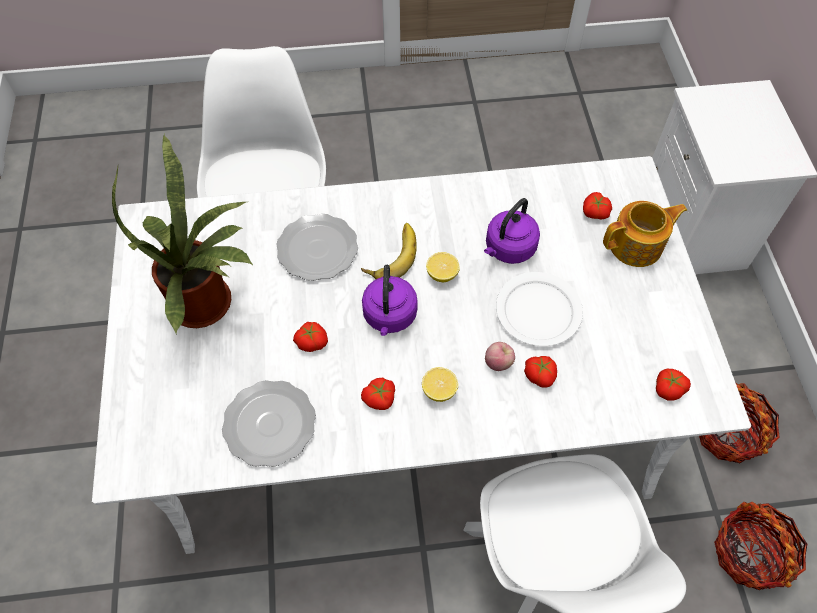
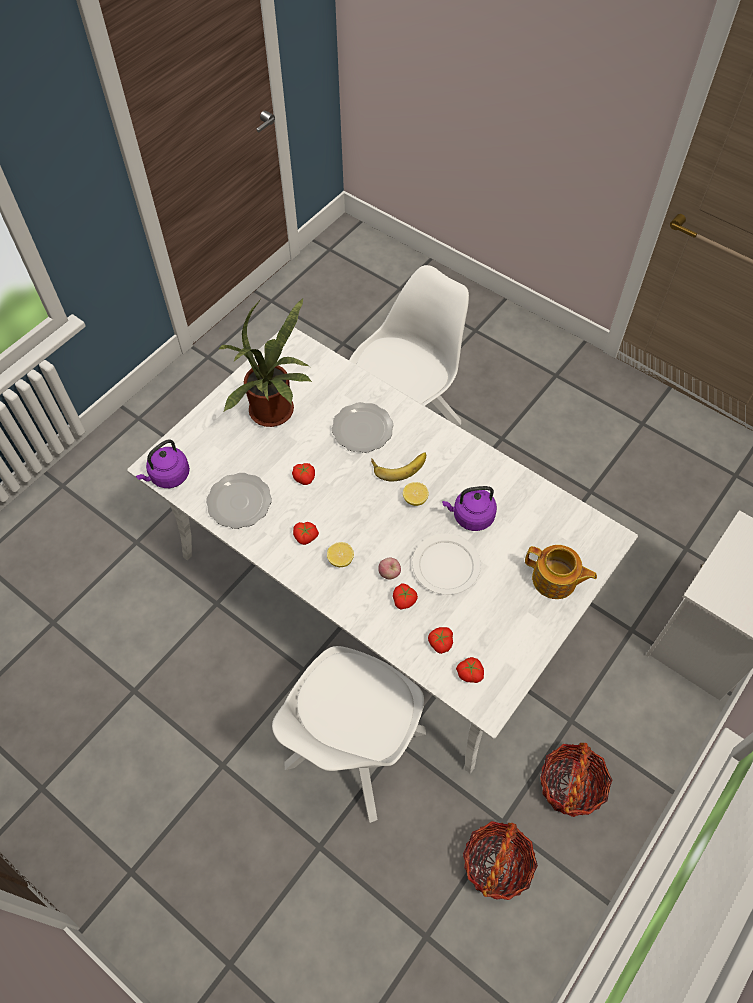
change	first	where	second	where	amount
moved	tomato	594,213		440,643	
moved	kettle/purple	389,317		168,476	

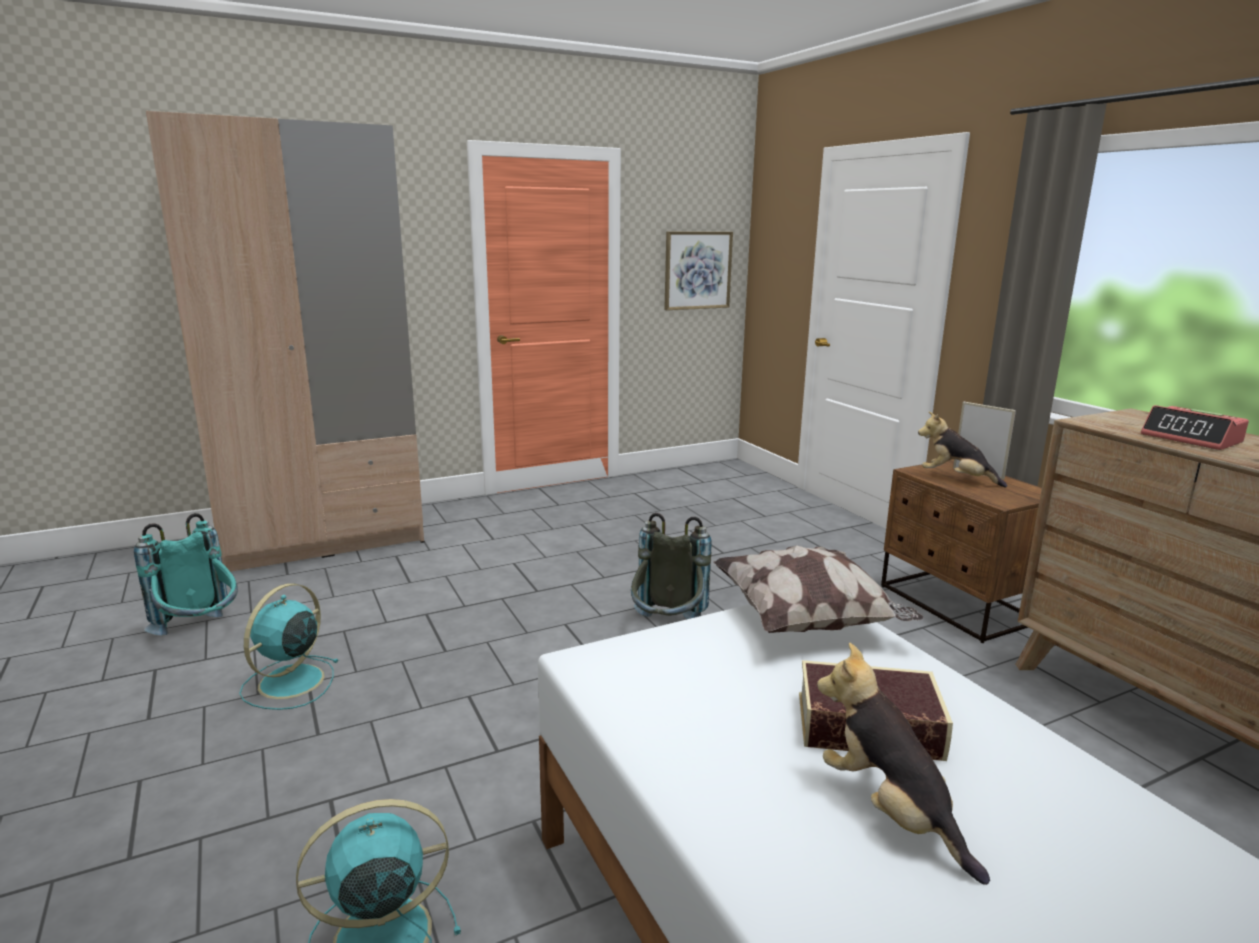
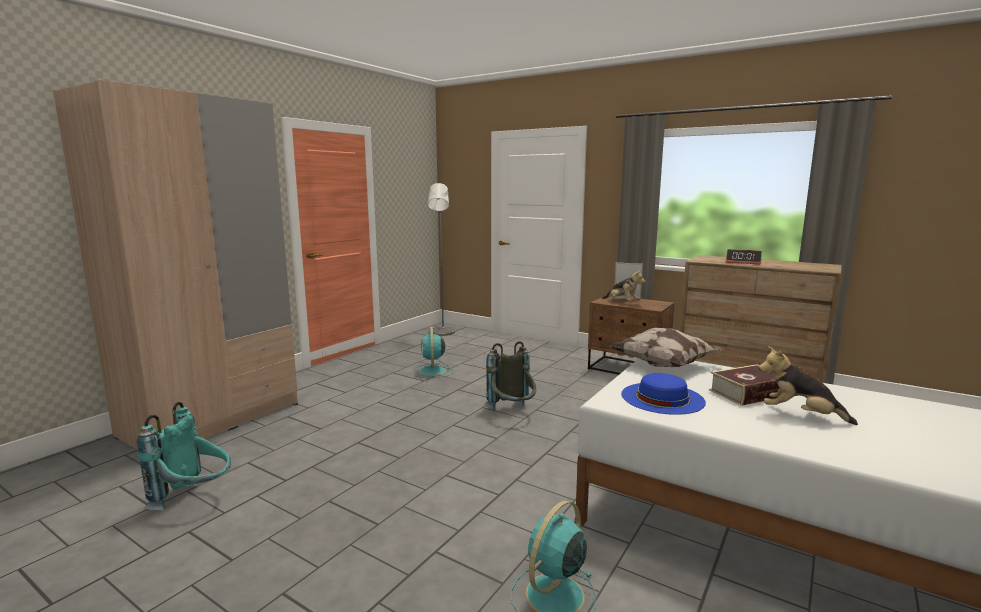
change	first	where	second	where	amount
removed	picture	697,270			
turned	plush toy	956,479		622,302	135 degrees counterclockwise
moved	fan/turquoise	289,683		432,371	
added			floor lamp/grey	442,333	
added			hat/blue	662,398	

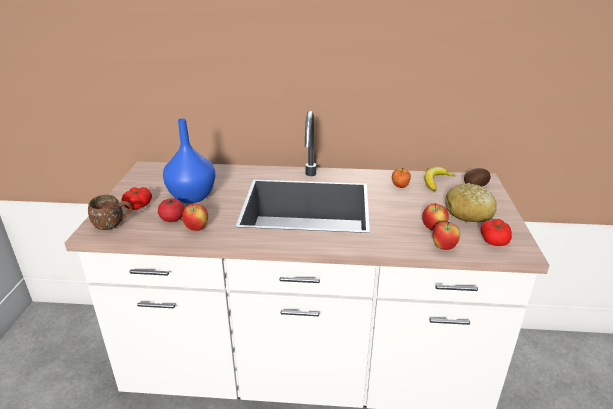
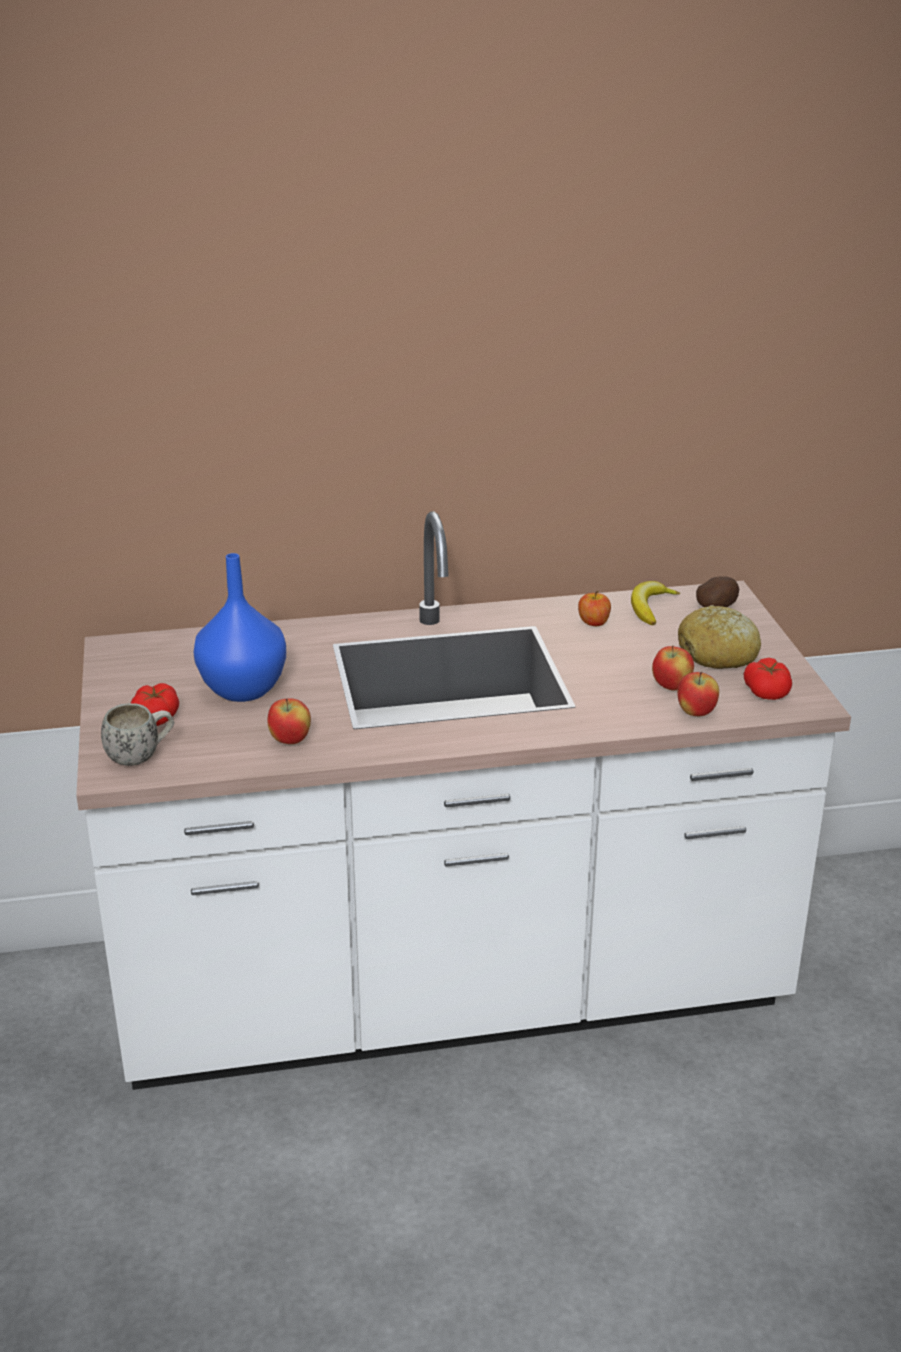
change	first	where	second	where	amount
recoloured	mug/brown	114,225	mug/white	141,756	
removed	tomato	172,219			

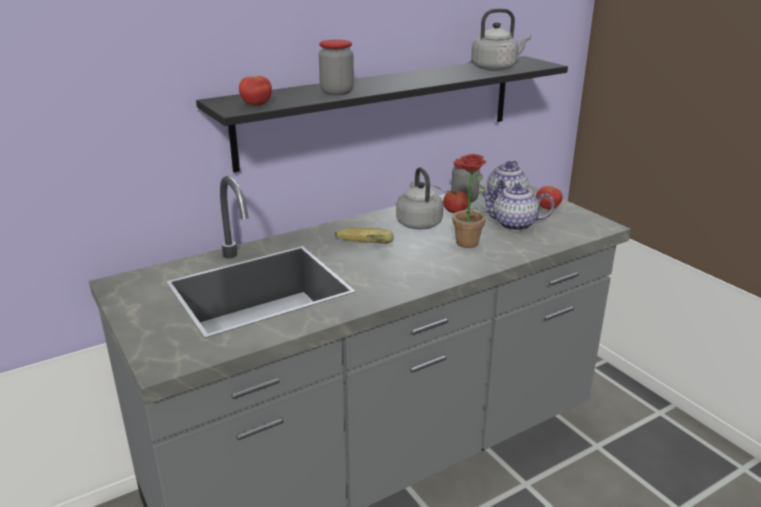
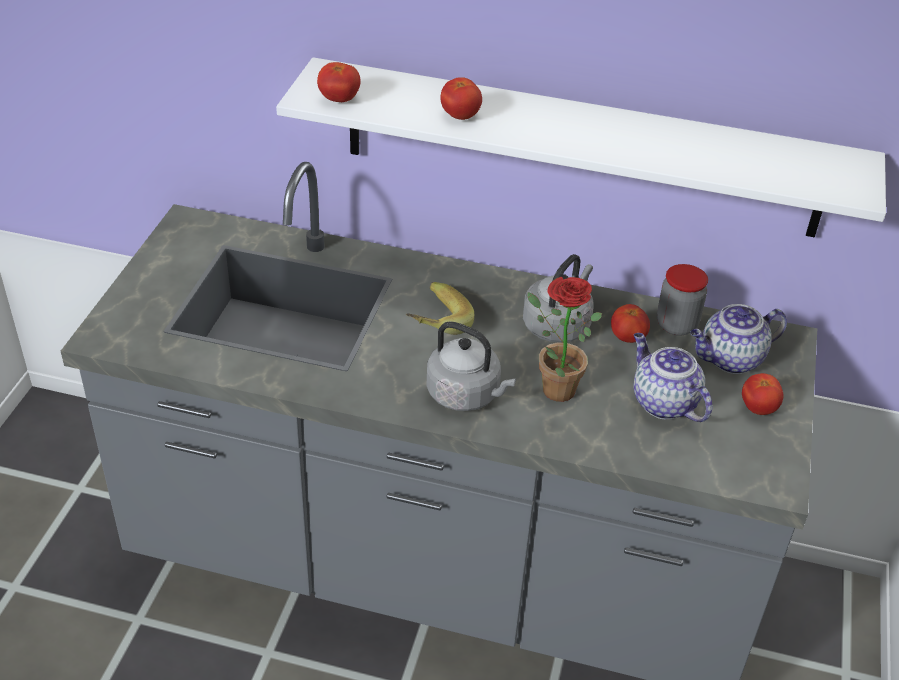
change	first	where	second	where	amount
moved	kettle/grey	496,68		466,395	
replaced	jar	337,92	tomato	460,116	
recoloured	shelf/black	381,109	shelf/white	580,148	

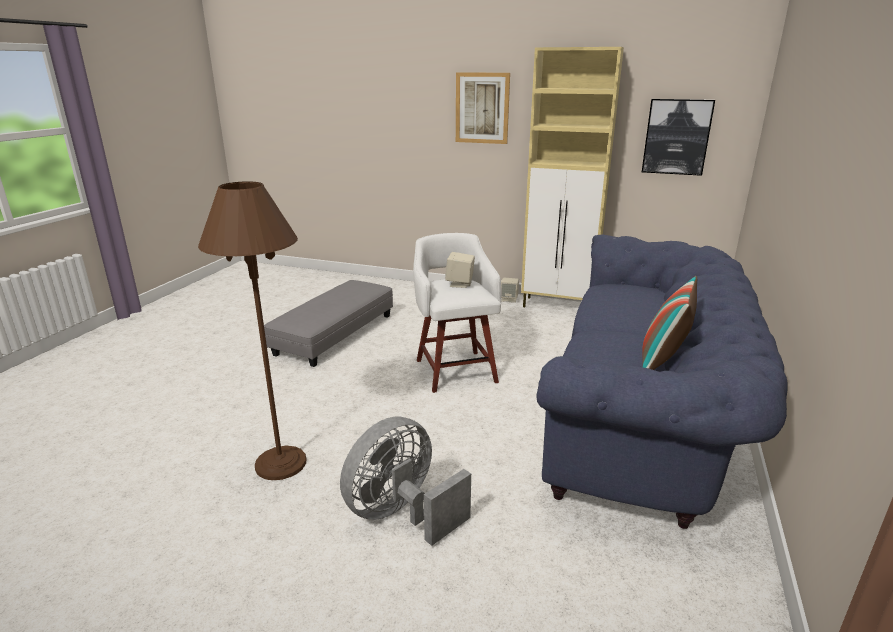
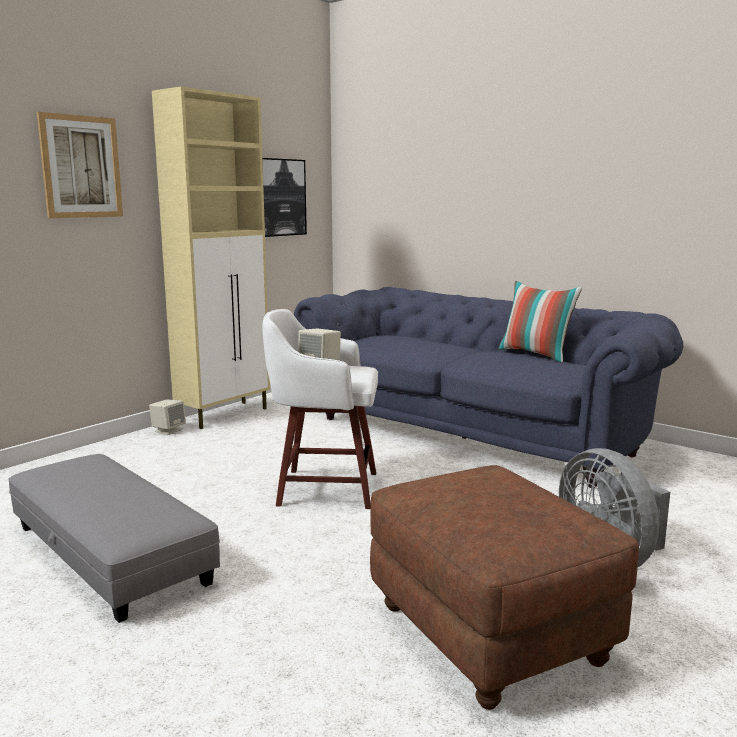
change	first	where	second	where	amount
replaced	floor lamp/brown	280,463	ottoman/brown	488,633	

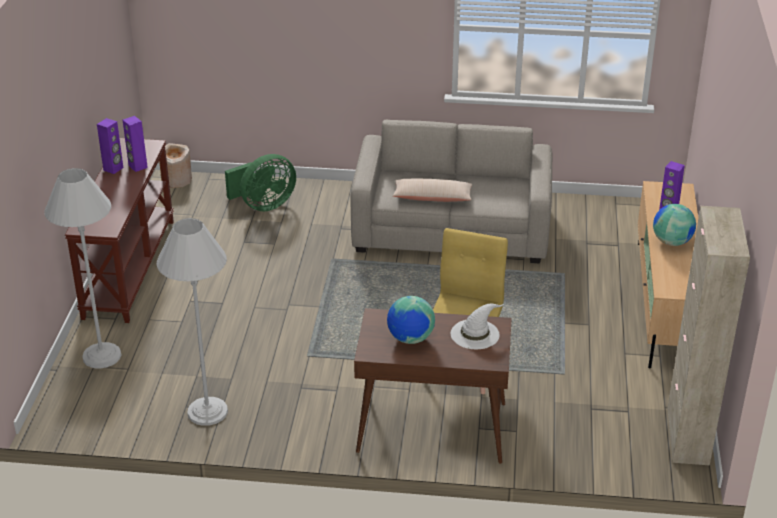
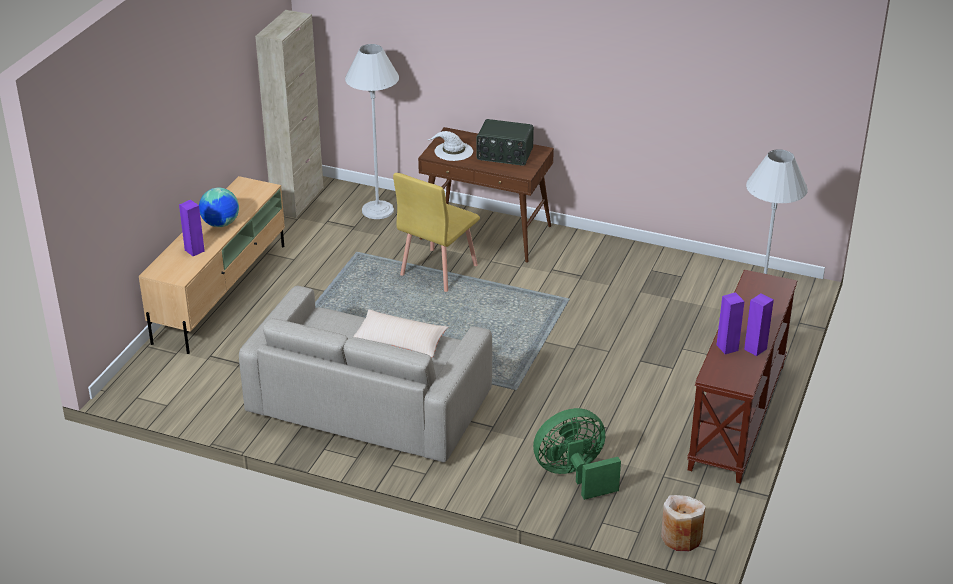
change	first	where	second	where	amount
moved	floor lamp/white	207,412		378,210	
replaced	globe	410,338	radio	504,155	

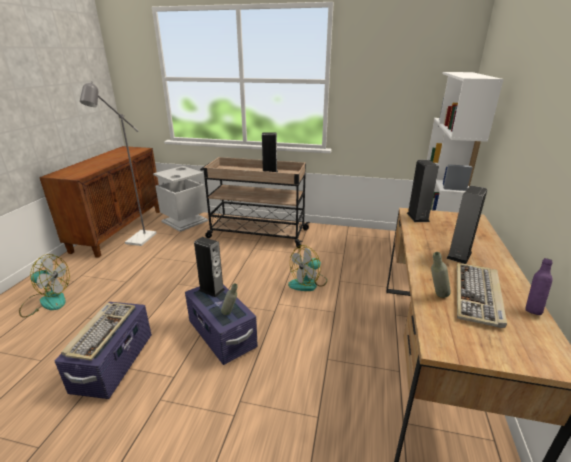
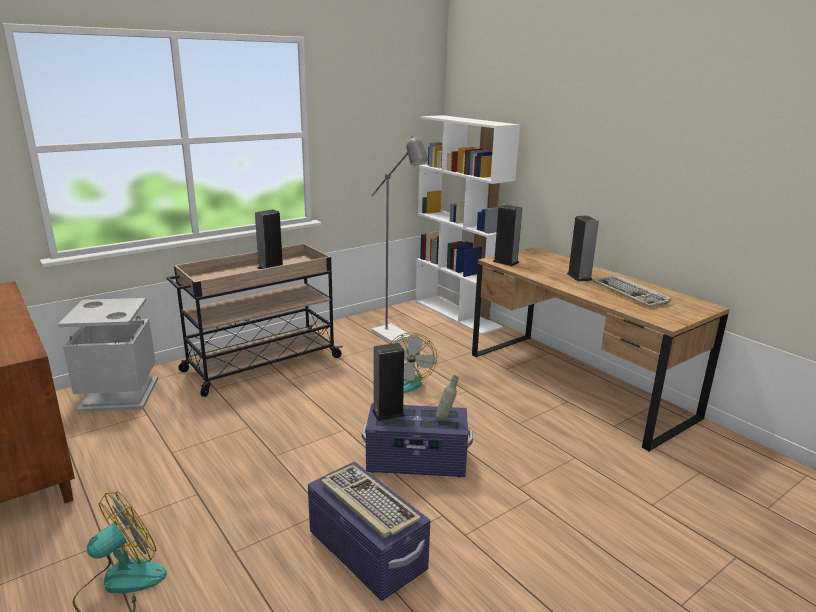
change	first	where	second	where	amount
moved	floor lamp/grey	138,241		396,337	
removed	bottle/grey	436,296			
removed	bottle/purple	531,310			

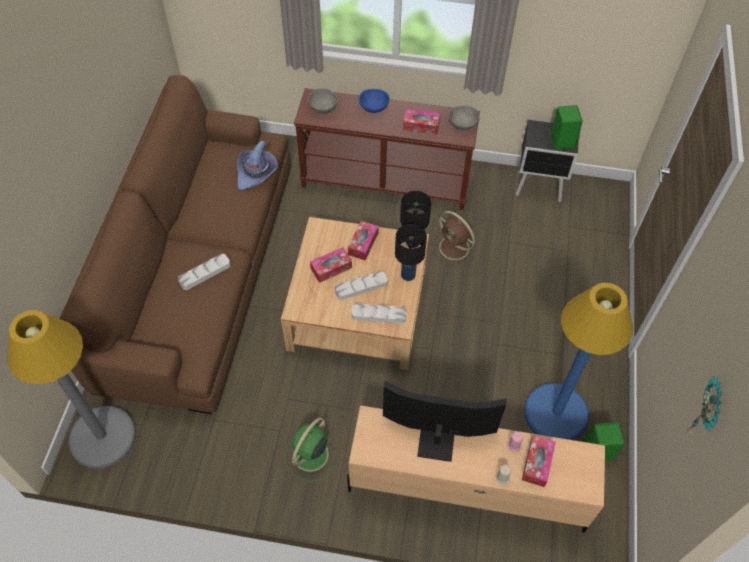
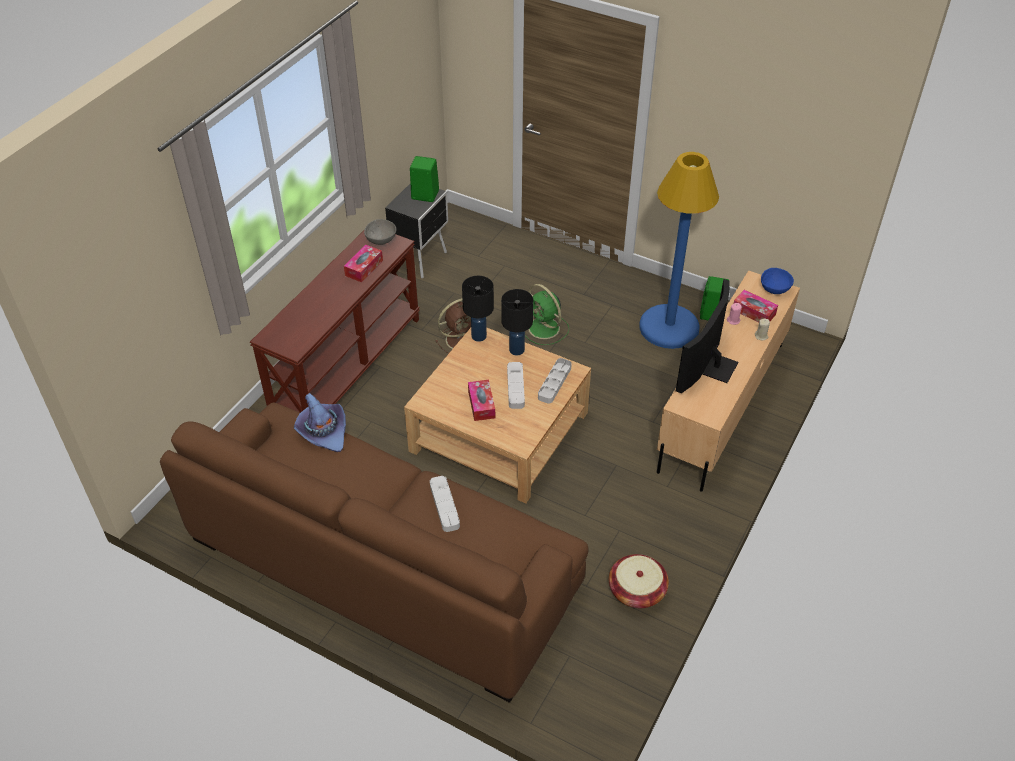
change	first	where	second	where	amount
removed	bowl/grey	323,108			
moved	bowl/blue	373,108		774,289	
removed	tissue box	363,244			
removed	floor lamp/grey	103,437			
removed	wall clock	708,413			
moved	fan/green	309,456		545,329	
added			basket	636,591	

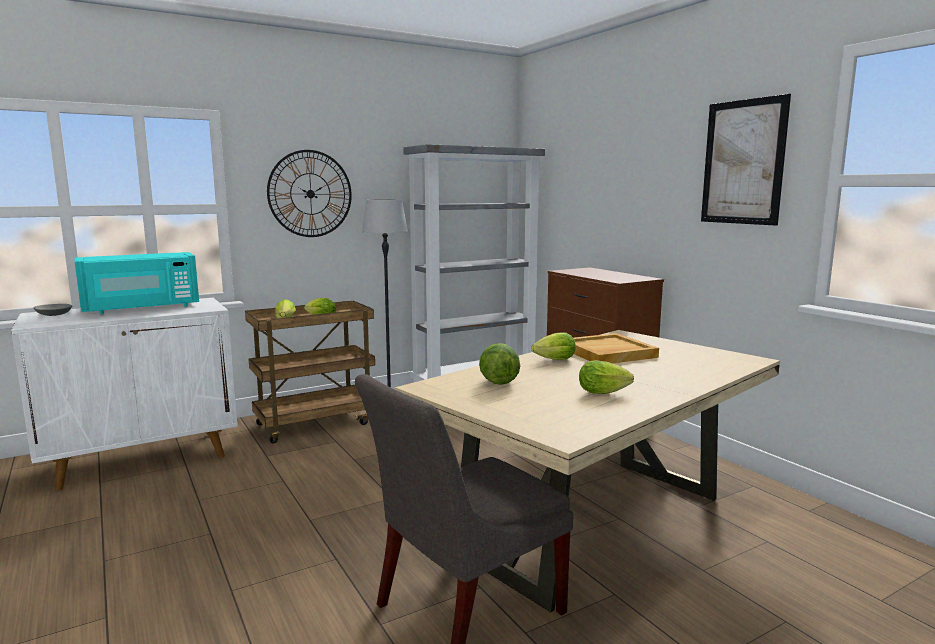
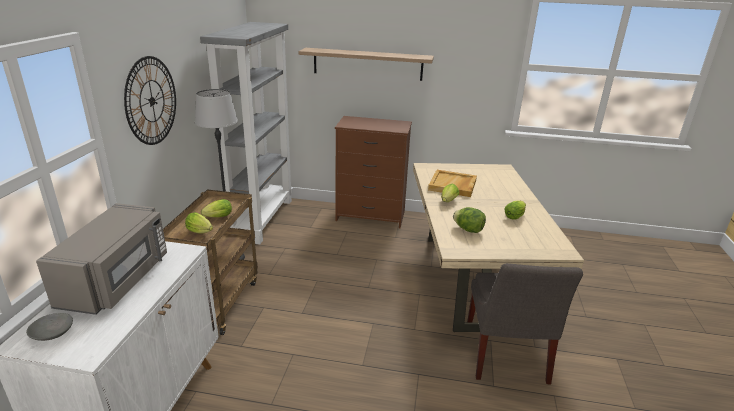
change	first	where	second	where	amount
removed	picture	743,162			
recoloured	microwave/turquoise	141,308	microwave/grey	118,280	
added			shelf	367,64	

